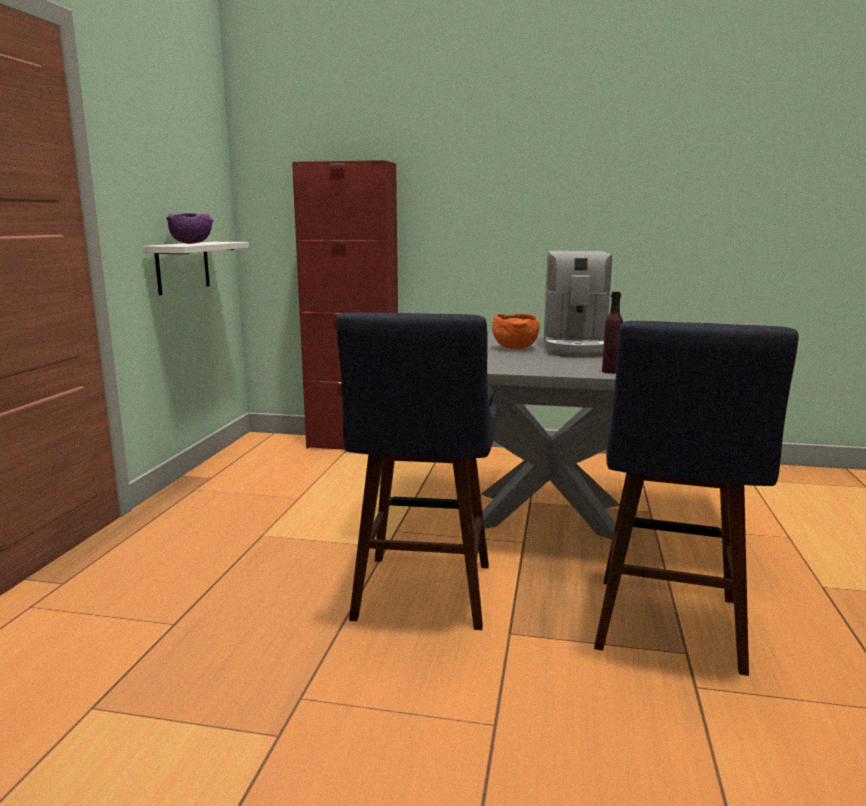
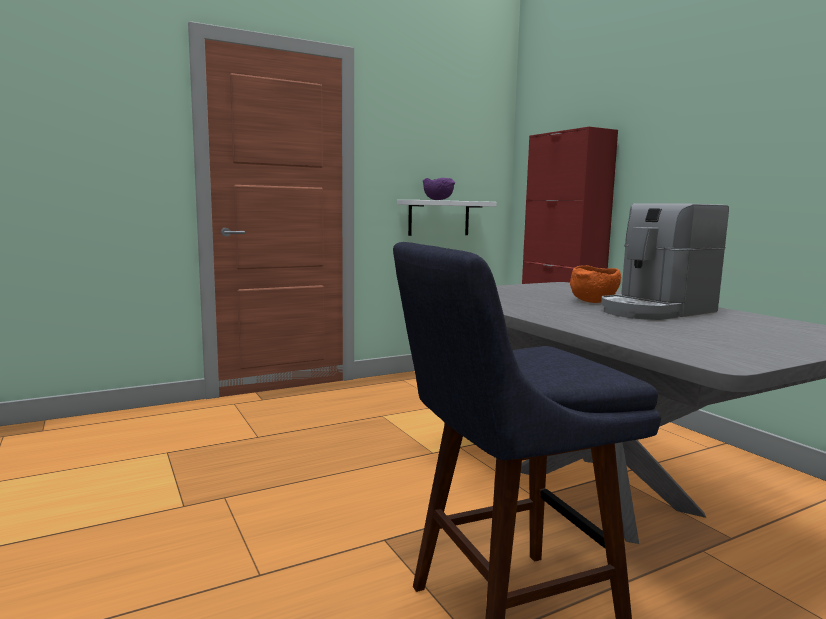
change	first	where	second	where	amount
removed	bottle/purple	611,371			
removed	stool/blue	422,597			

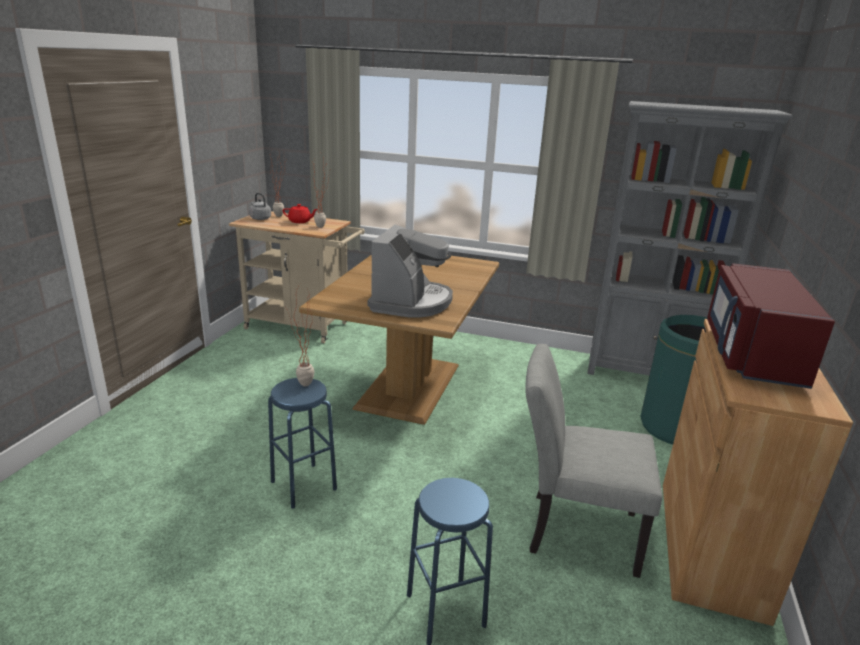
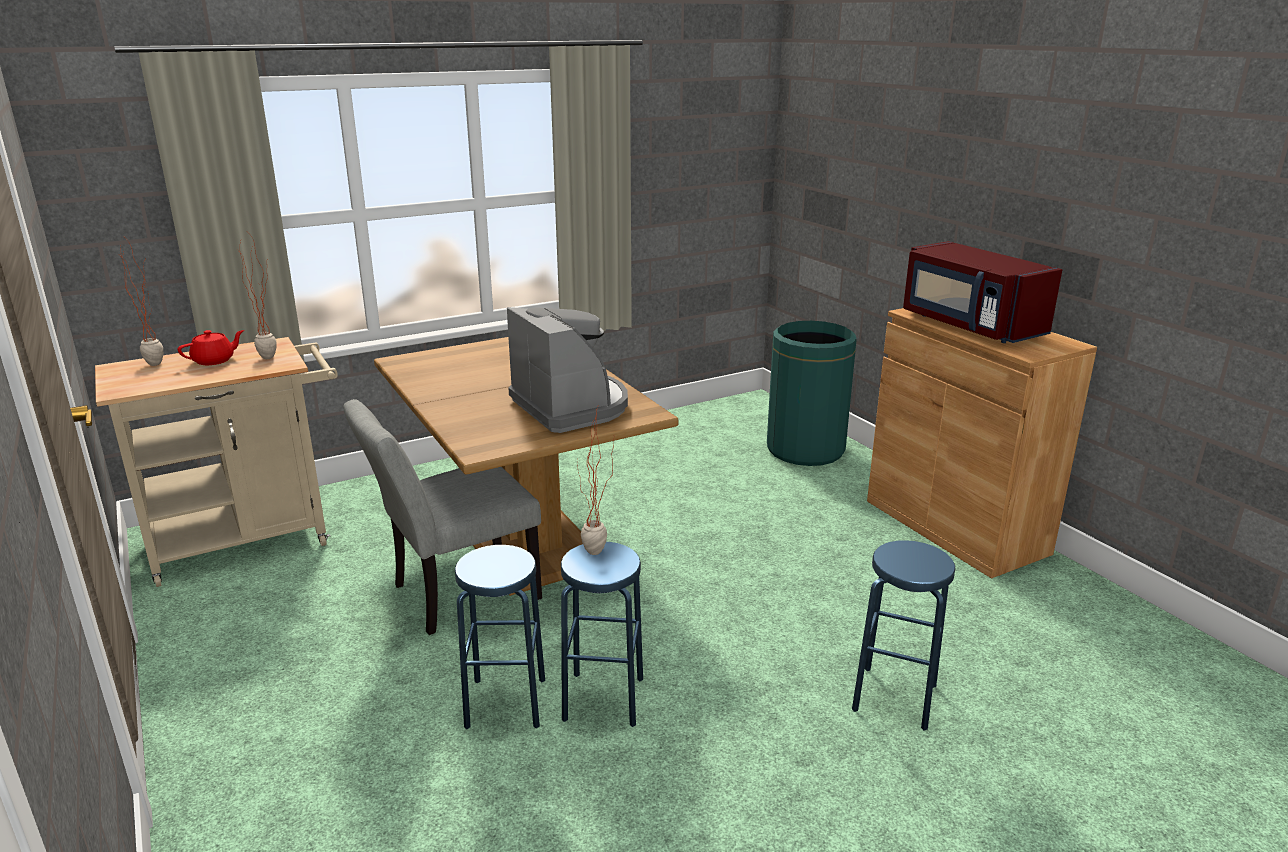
change	first	where	second	where	amount
removed	bookcase/grey	648,374			
removed	kettle/grey	260,218			
moved	chair/grey	572,530		455,595	
added			stool/blue	506,703	

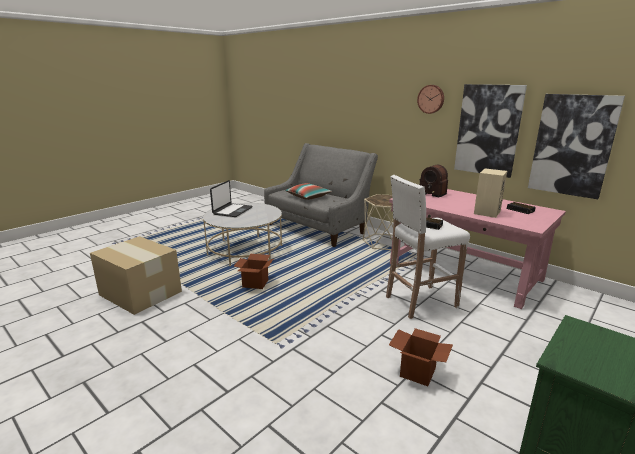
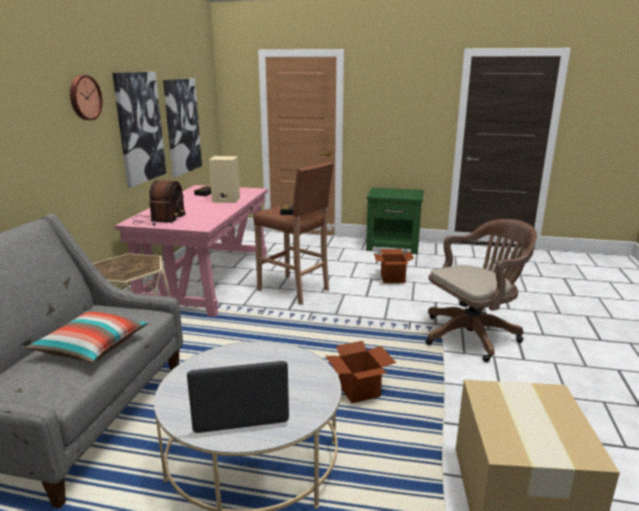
change	first	where	second	where	amount
recoloured	stool/white	419,302	stool/brown	294,290	
added			office chair/brown	473,335	

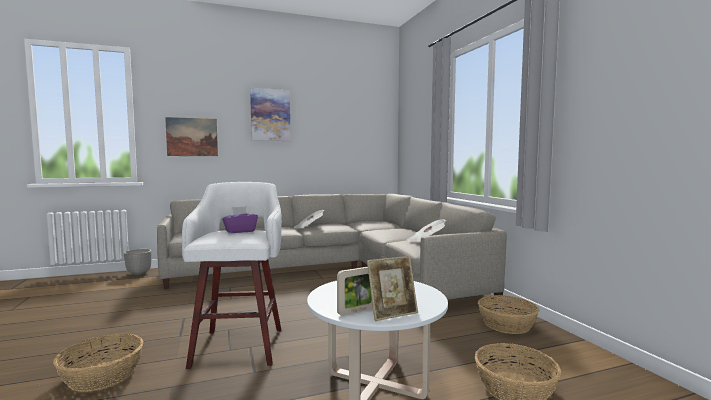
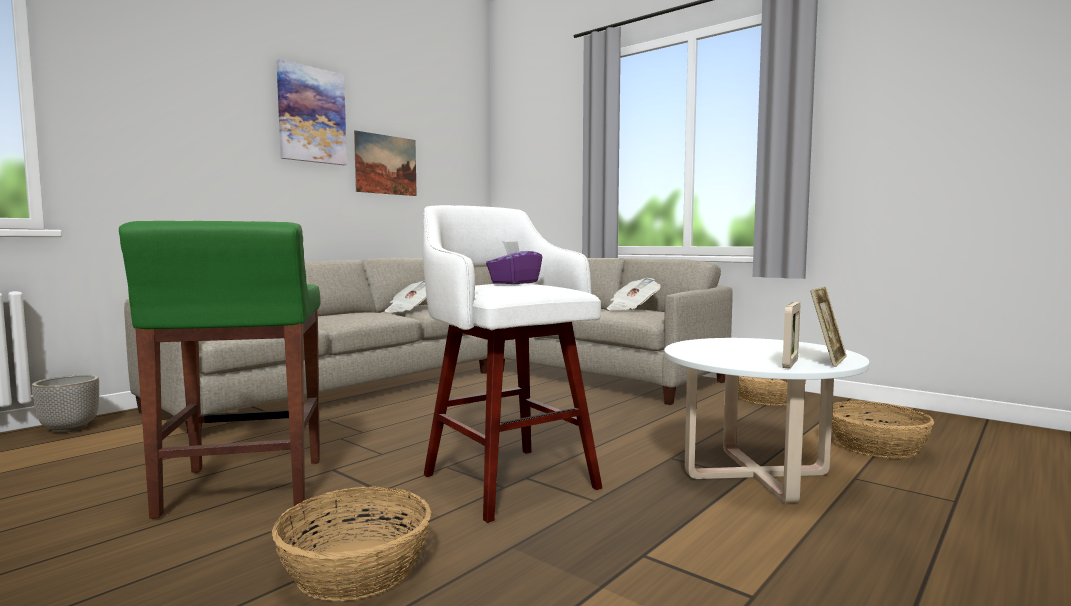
change	first	where	second	where	amount
moved	picture	192,137		386,164	
added			stool/green	243,488	

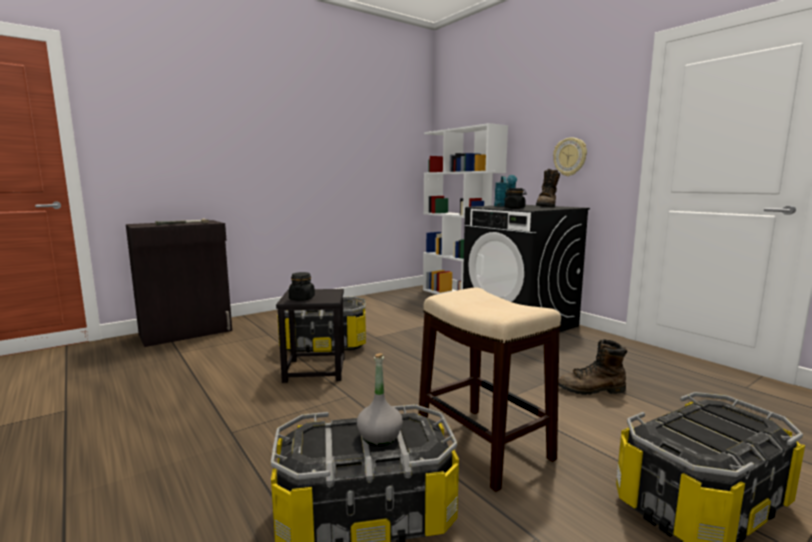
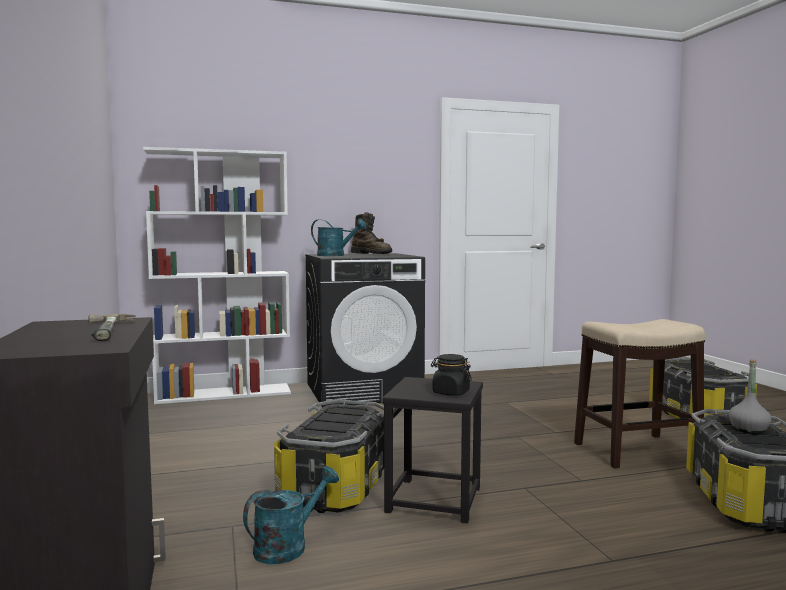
change	first	where	second	where	amount
removed	wall clock	570,157			
removed	jar/black	514,208			
removed	boot/brown	591,390			
added			watering can/turquoise	288,546	

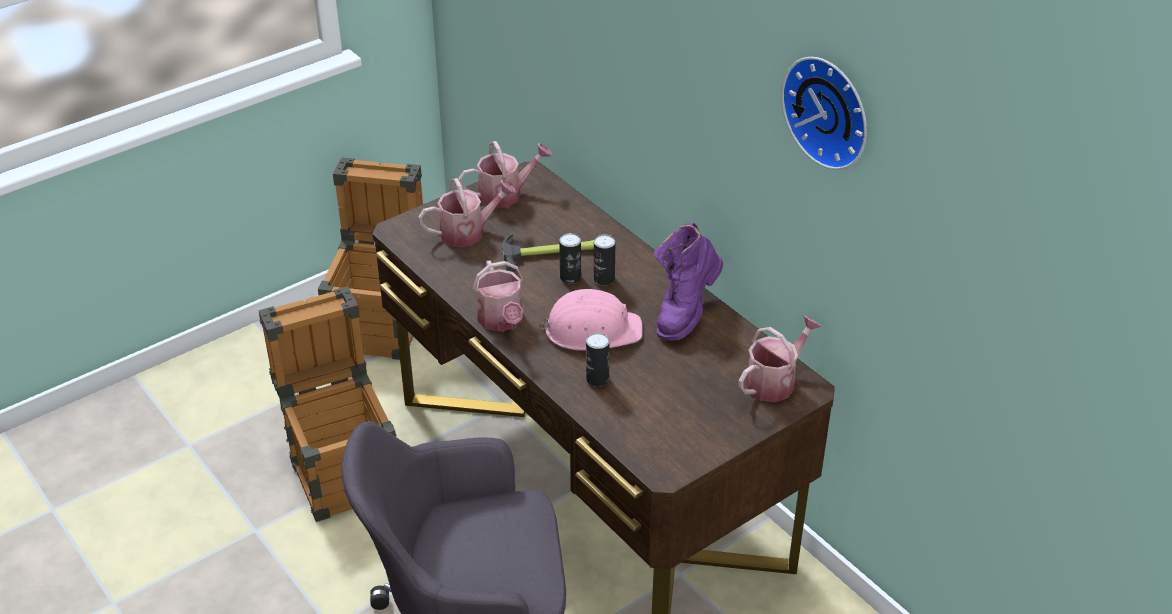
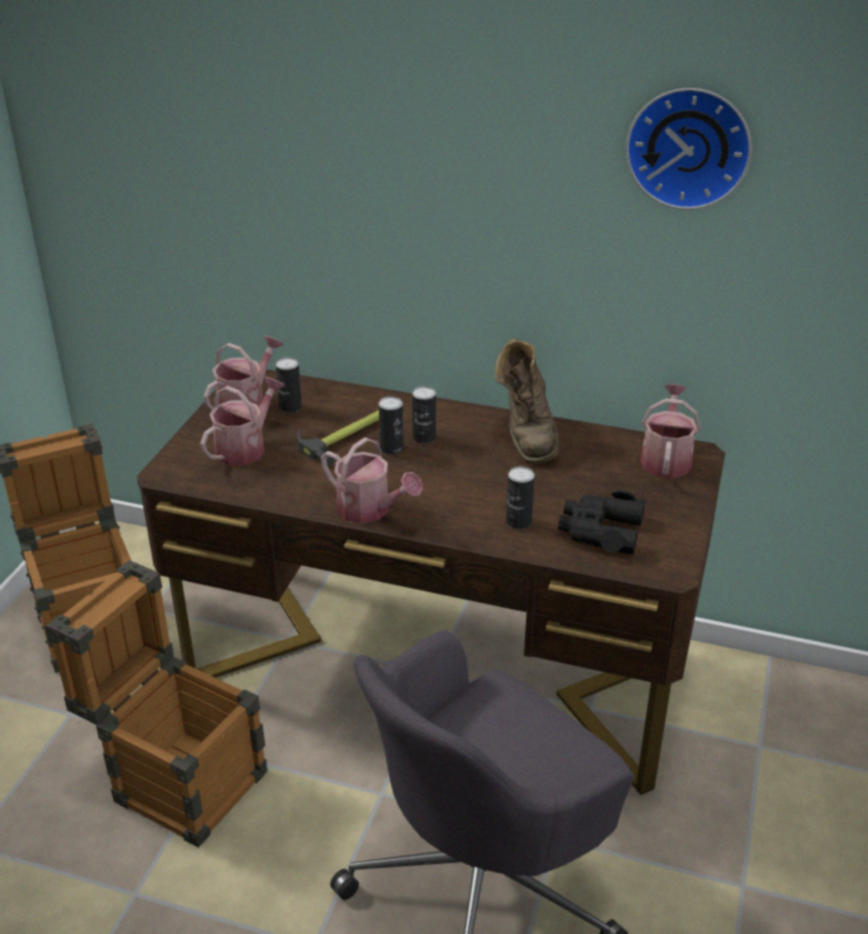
change	first	where	second	where	amount
recoloured	boot/purple	685,312	boot/brown	527,436	
removed	hard hat/pink	592,330			
added			can	290,407	
added			binoculars/black	600,531	

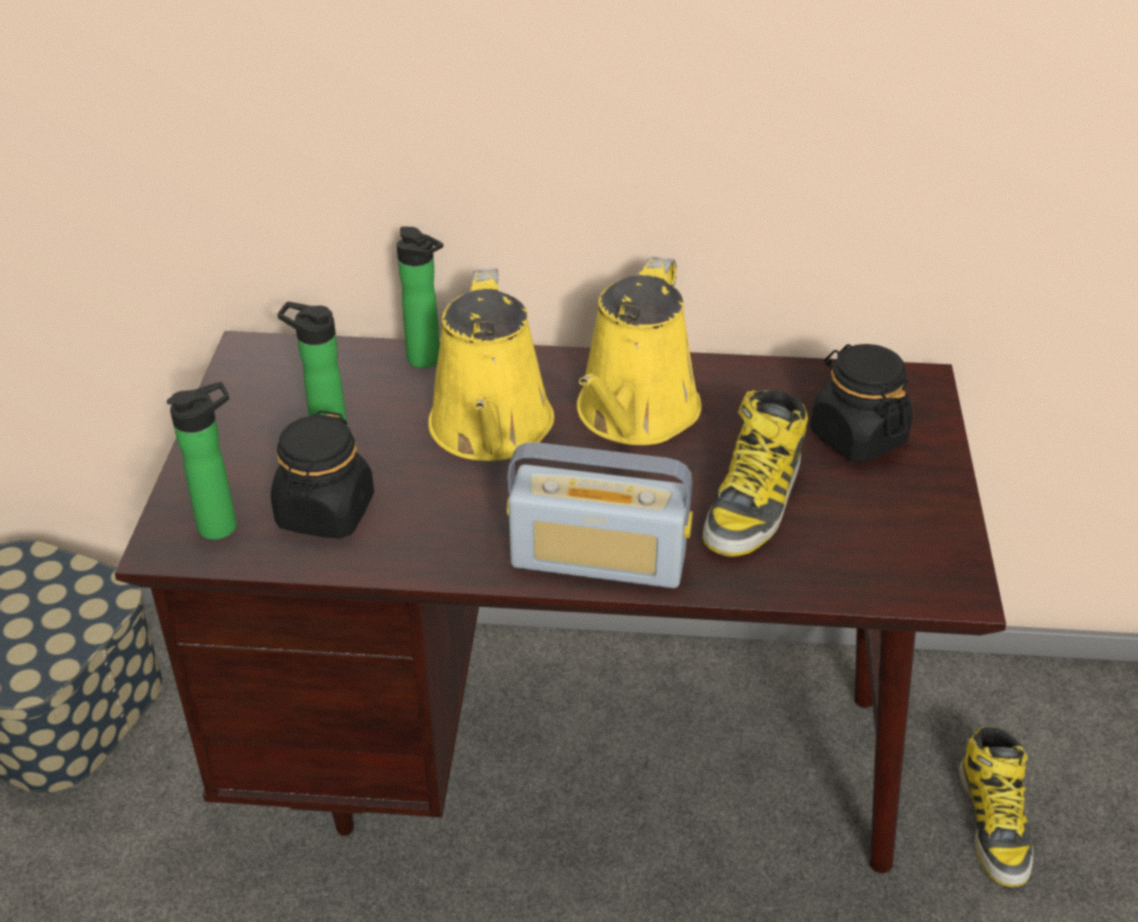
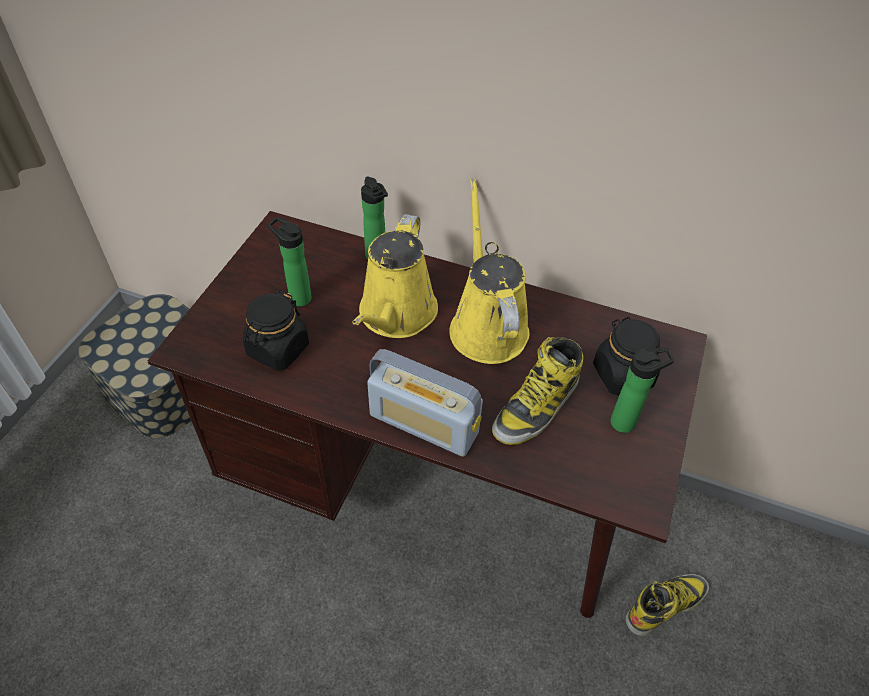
change	first	where	second	where	amount
turned	watering can/yellow	634,415		486,325	135 degrees clockwise
moved	bottle	224,525		626,422	
turned	boot	994,823		665,605	135 degrees counterclockwise

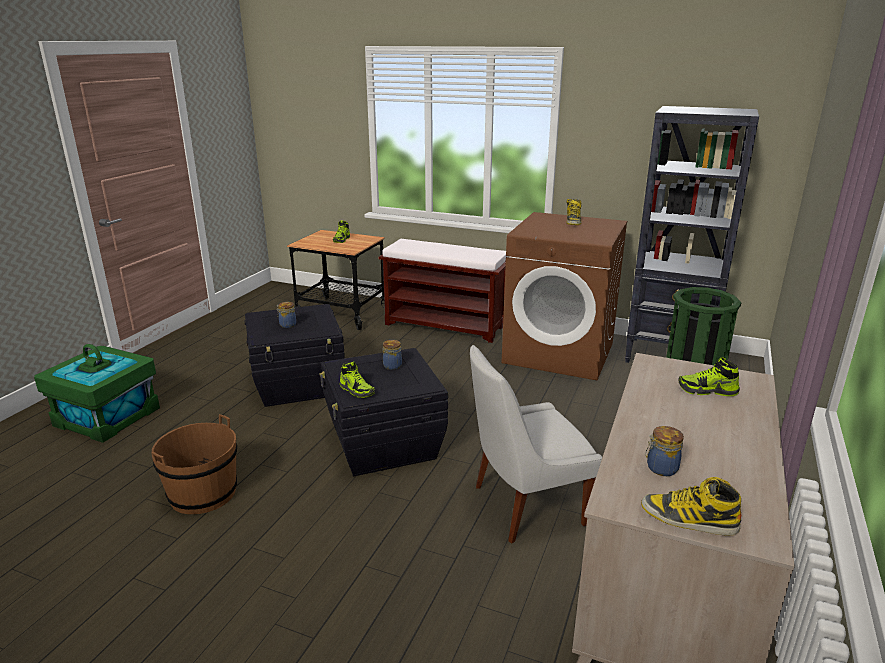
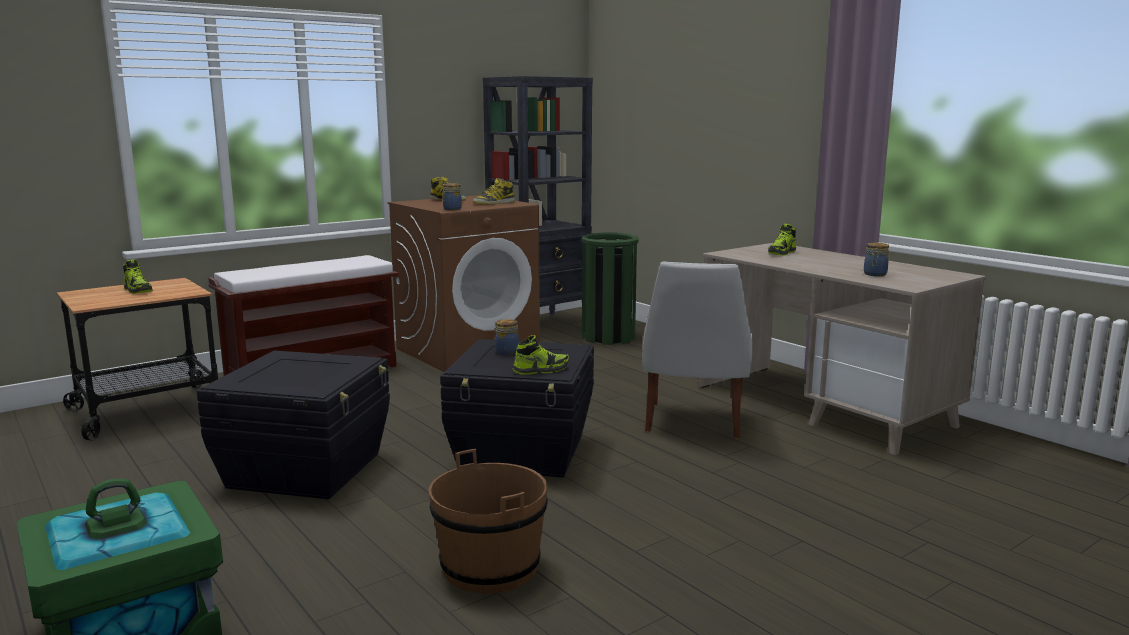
change	first	where	second	where	amount
moved	jar	287,325		451,209	
moved	boot	688,519		494,203	

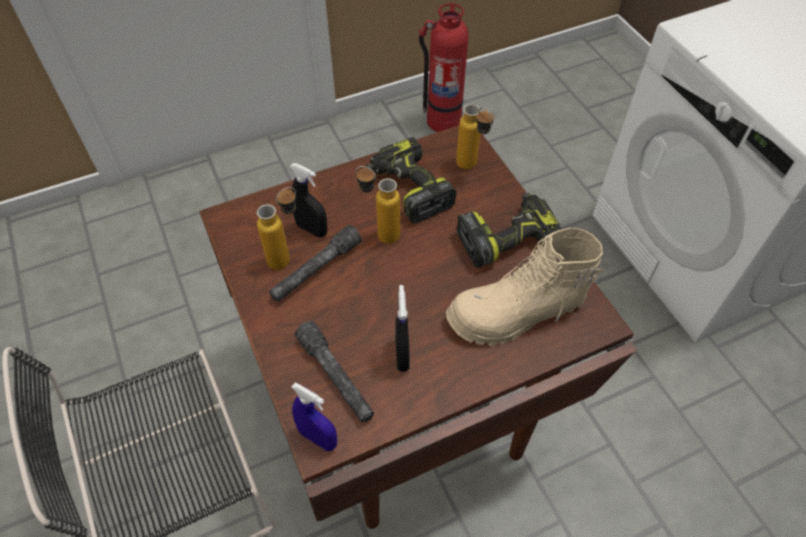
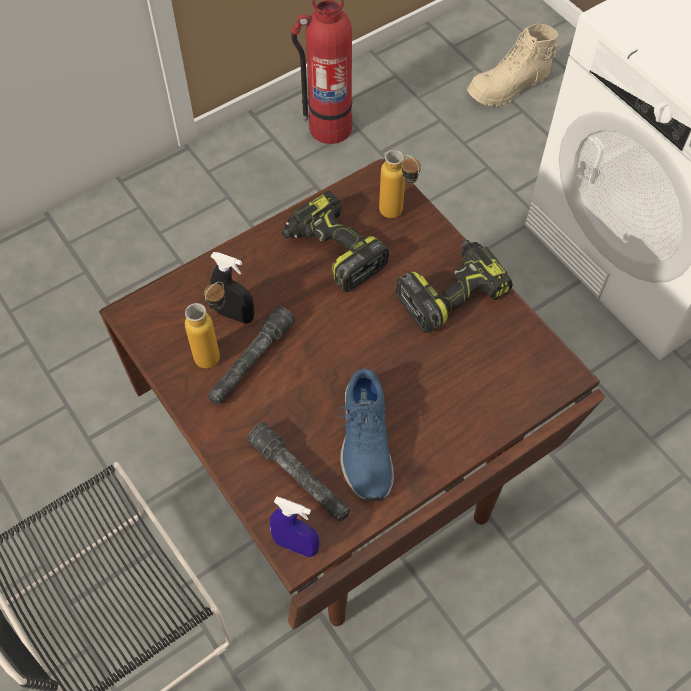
change	first	where	second	where	amount
removed	bottle	379,233			
moved	boot/beige	517,313		509,88	
replaced	spray bottle/black	402,355	shoe/blue	365,443	

